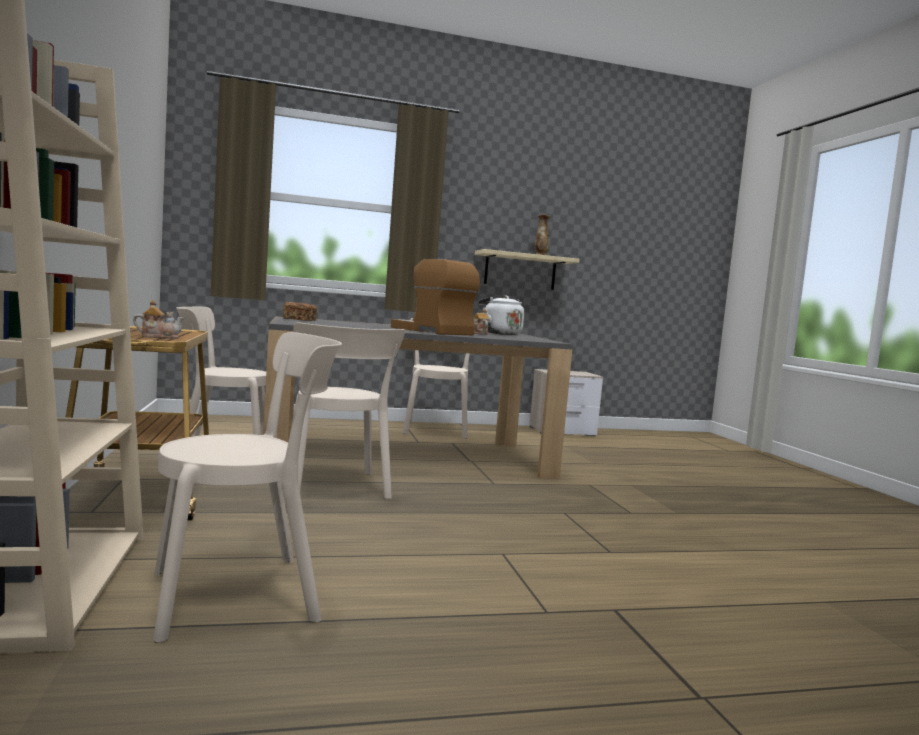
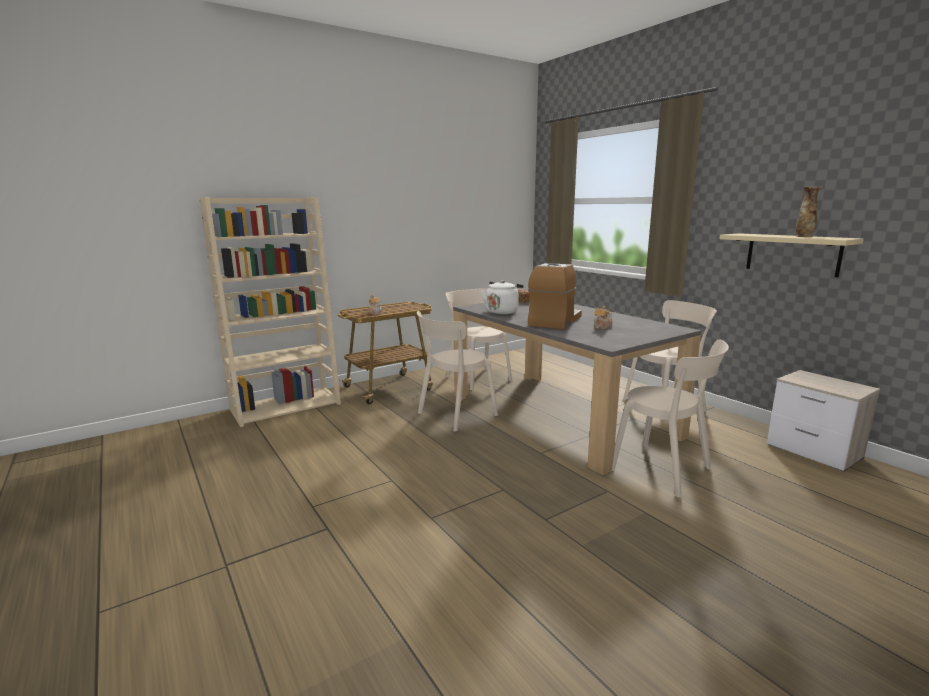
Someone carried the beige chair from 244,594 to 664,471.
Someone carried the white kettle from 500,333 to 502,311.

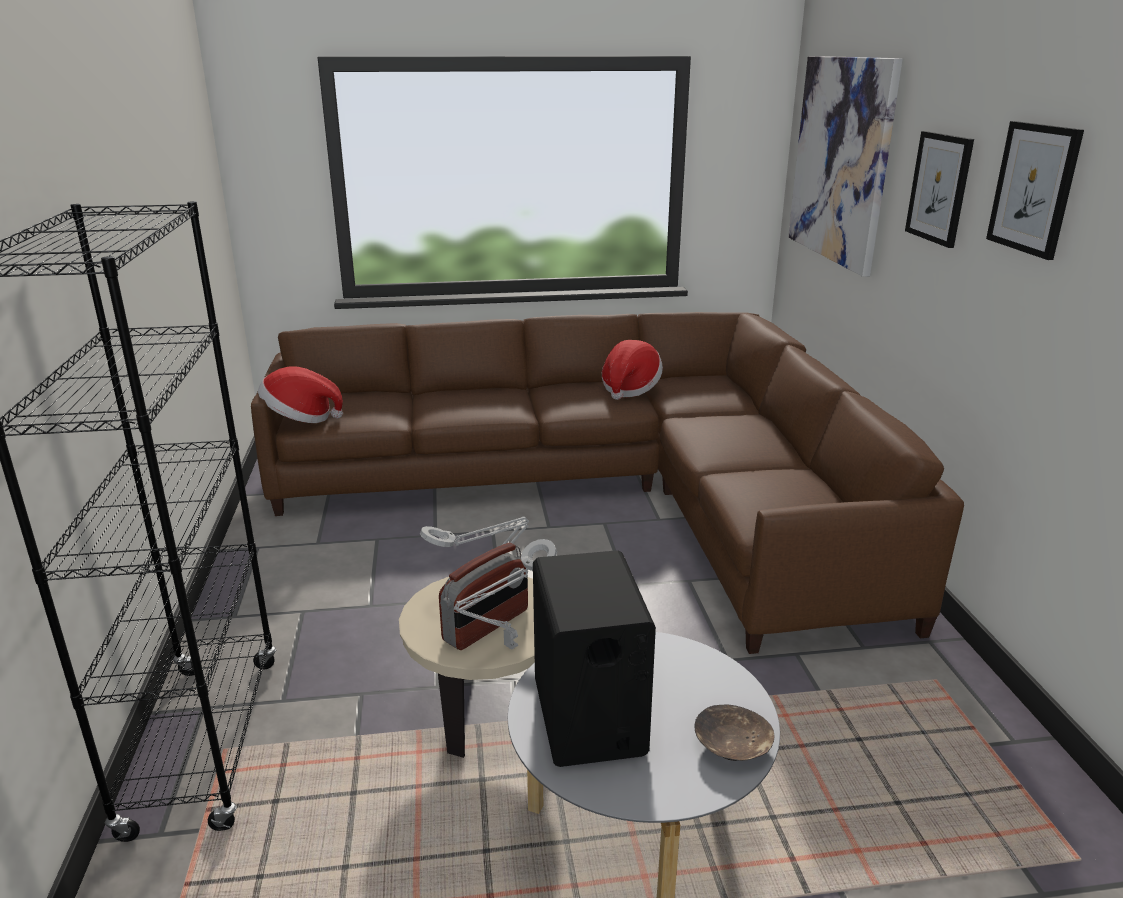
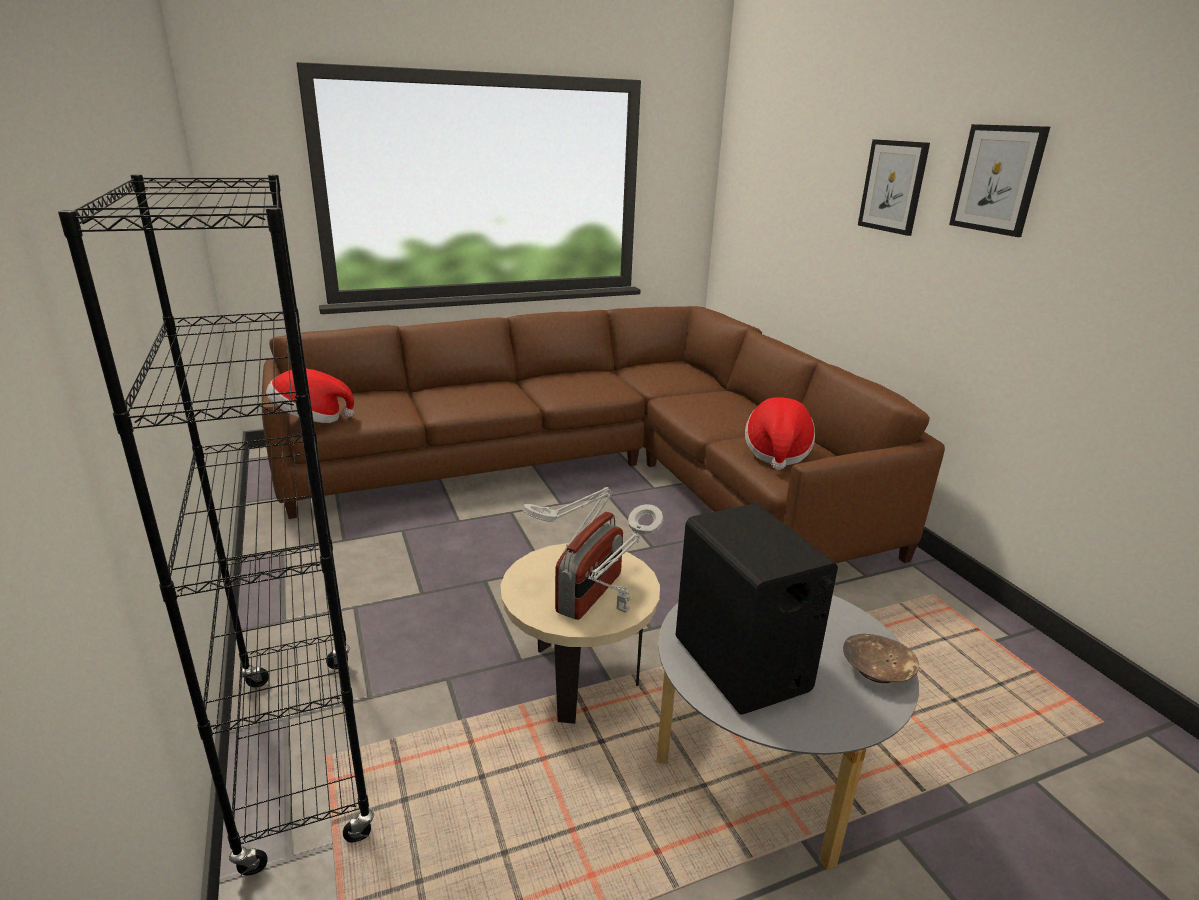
Someone took away the picture at 841,160.
Someone carried the hat from 629,388 to 776,453.

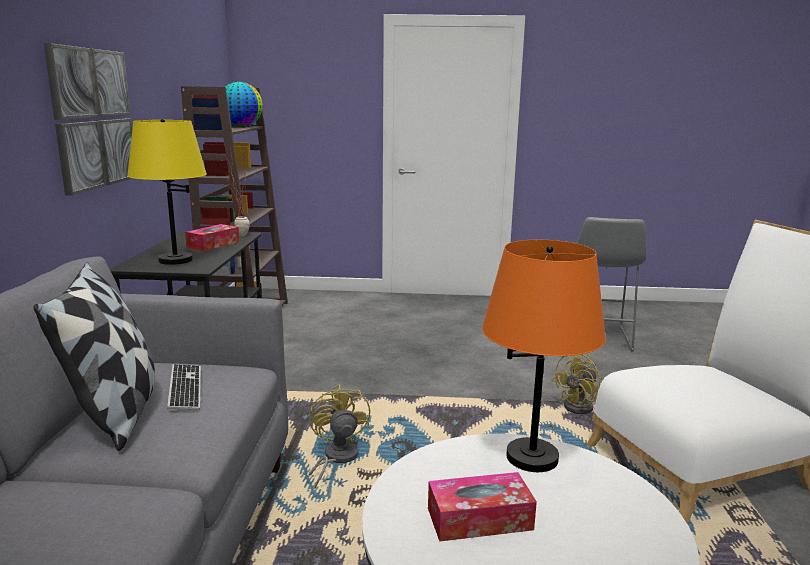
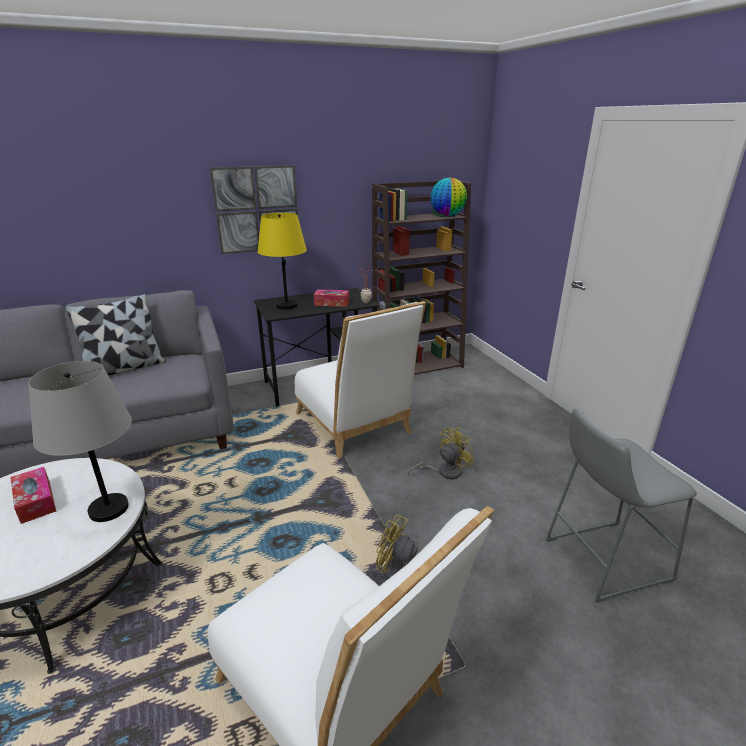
Someone took away the keyboard at 185,388.
Someone put down the white chair at 355,426.
Someone carried the yellow fan from 336,459 to 444,472.
Someone repainted the orange table lamp at 532,457, which became the grey table lamp at 109,509.

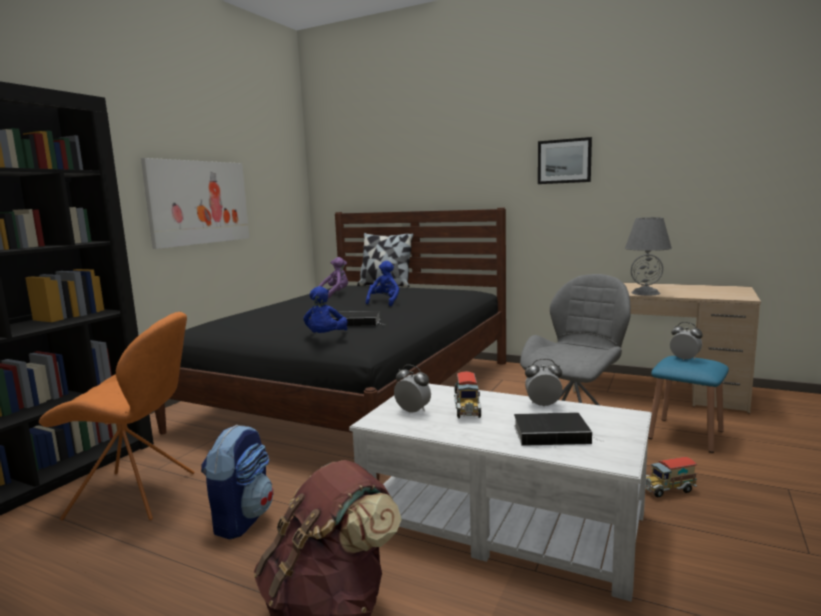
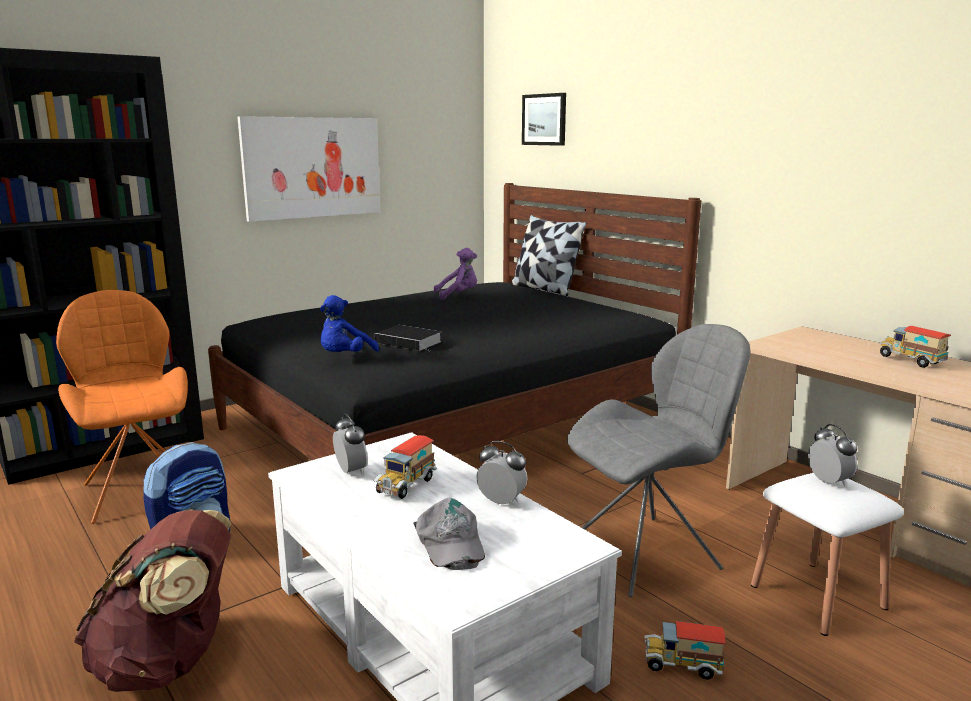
Someone took away the blue plush toy at 384,302.
Someone took away the grey table lamp at 645,293.
Someone put down the toy truck at 911,361.
Someone carried the picture from 564,161 to 544,119.
Someone swapped the book at 553,434 for the grey cap at 449,543.
Someone repainted the blue stool at 685,434, which became the white stool at 818,596.
Someone rotated the orange chair at 137,495 by 150 degrees counterclockwise.

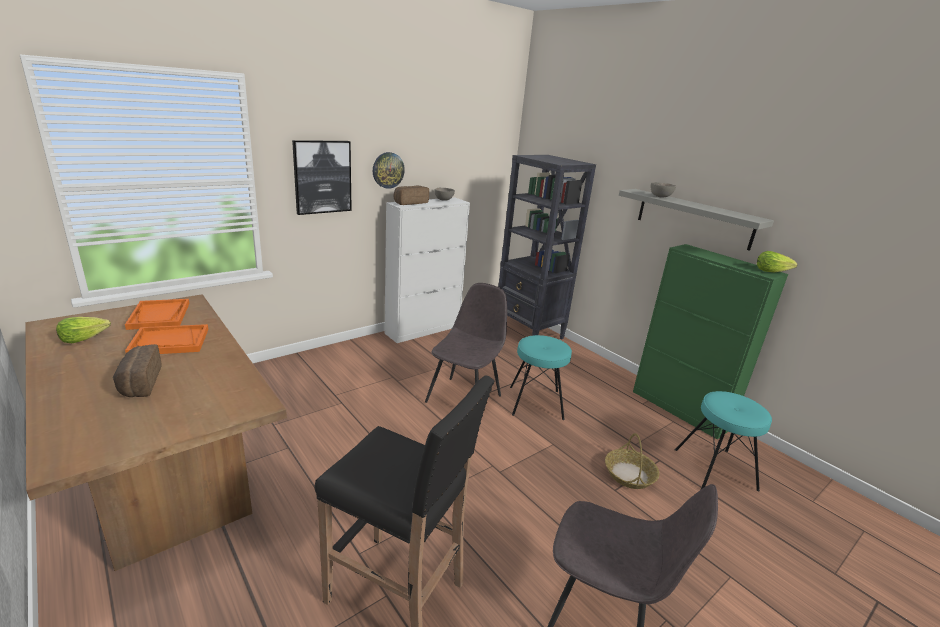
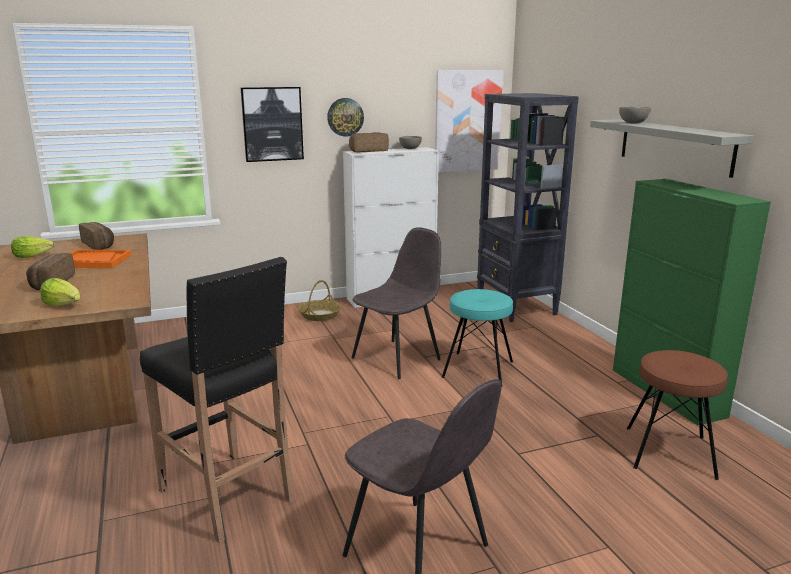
Someone put up the picture at 467,121.
Someone carried the basket from 629,474 to 320,315.
Someone carried the lettuce from 771,271 to 64,305.
Someone swapped the orange tray at 159,316 for the bread at 100,245.
Someone repainted the turquoise stool at 715,469, which became the brown stool at 669,452.

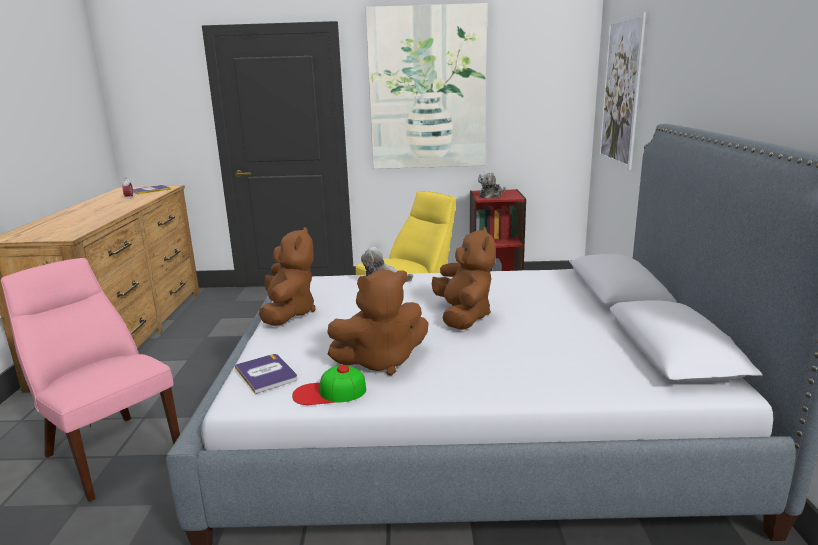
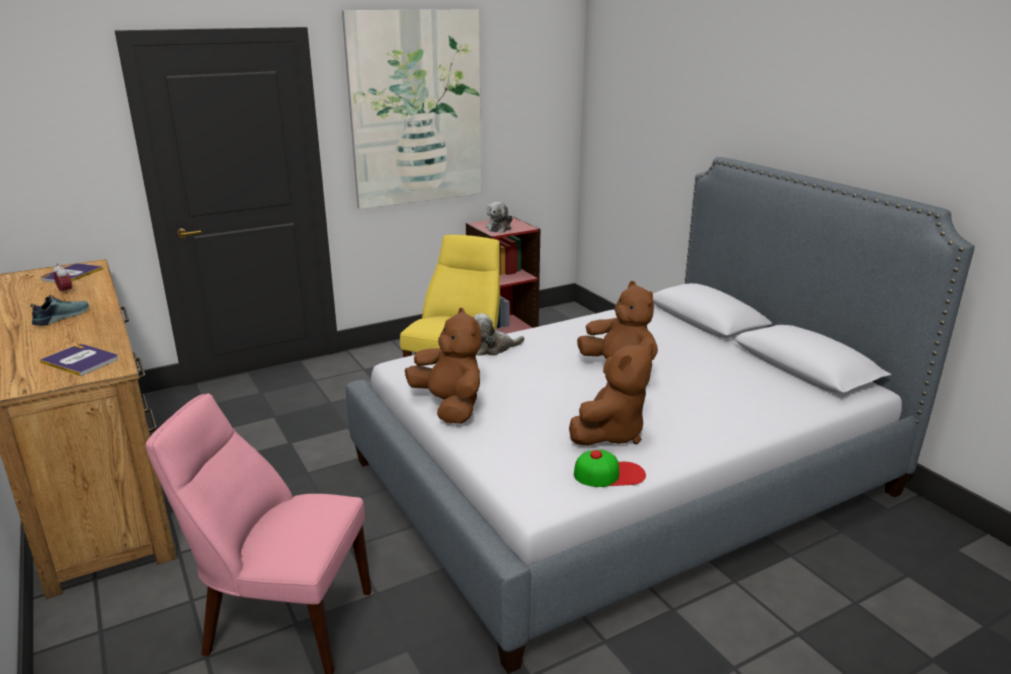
Someone took away the picture at 620,92.
Someone put down the shoe at 60,317.
Someone carried the book from 266,374 to 81,361.
Someone rotated the cap at 329,392 by 150 degrees counterclockwise.

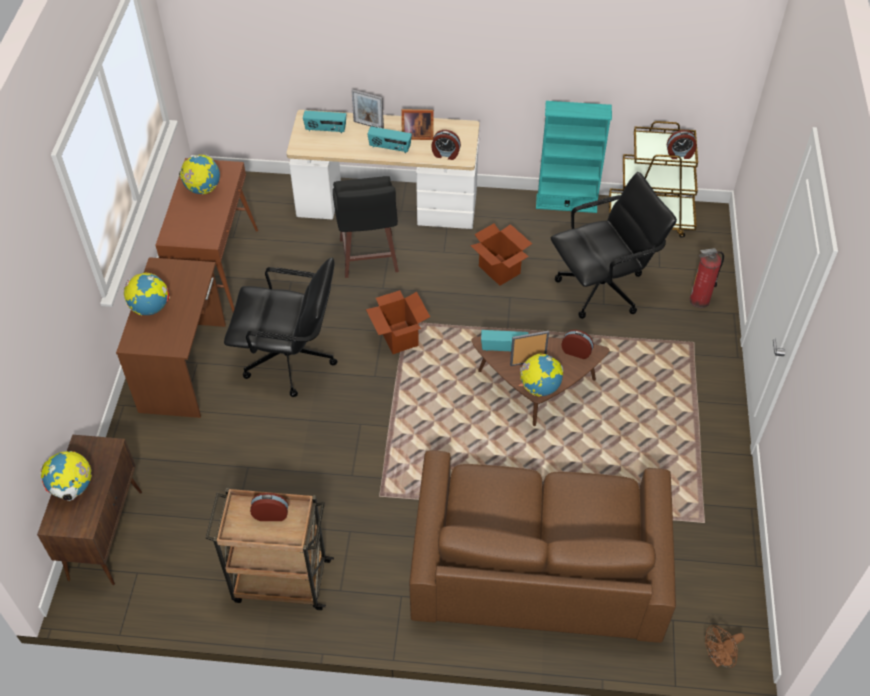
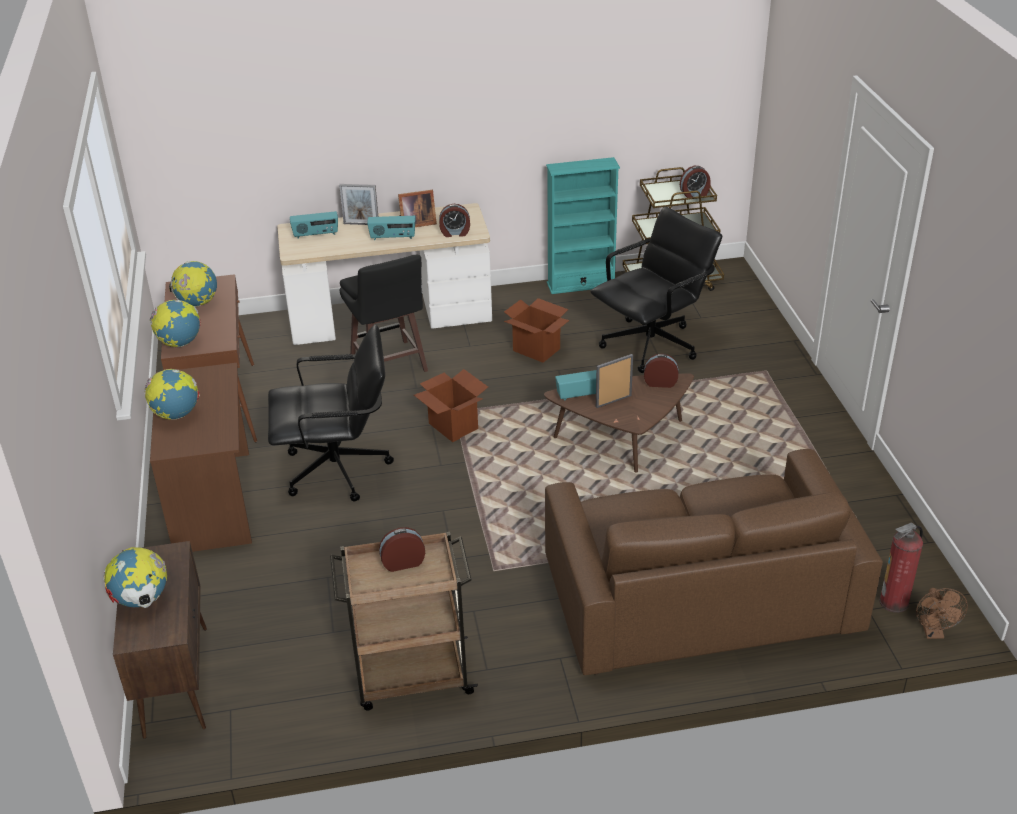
Someone carried the globe from 540,387 to 180,343.
Someone carried the fire extinguisher from 699,300 to 894,602.
Someone rotated the brown fan at 718,658 by 45 degrees counterclockwise.

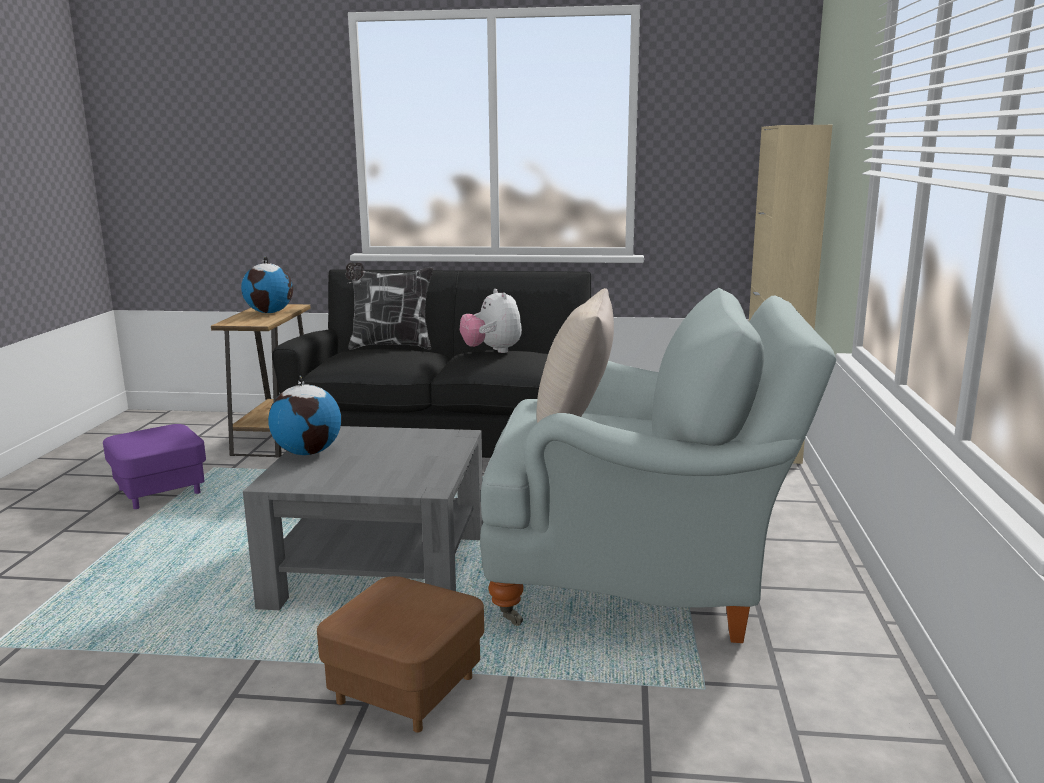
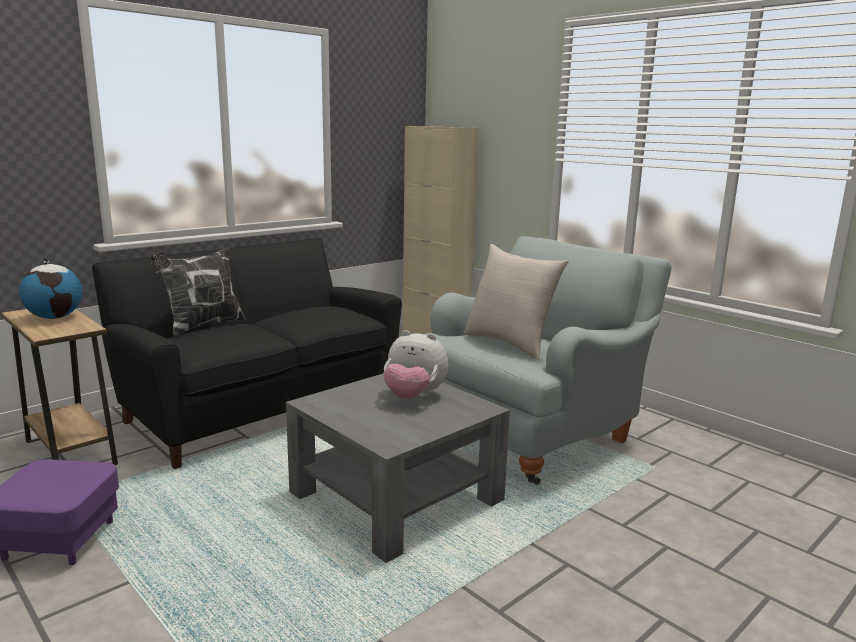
Someone took away the globe at 308,452.
Someone took away the brown ottoman at 406,690.
Someone carried the plush toy from 492,351 to 413,397.

